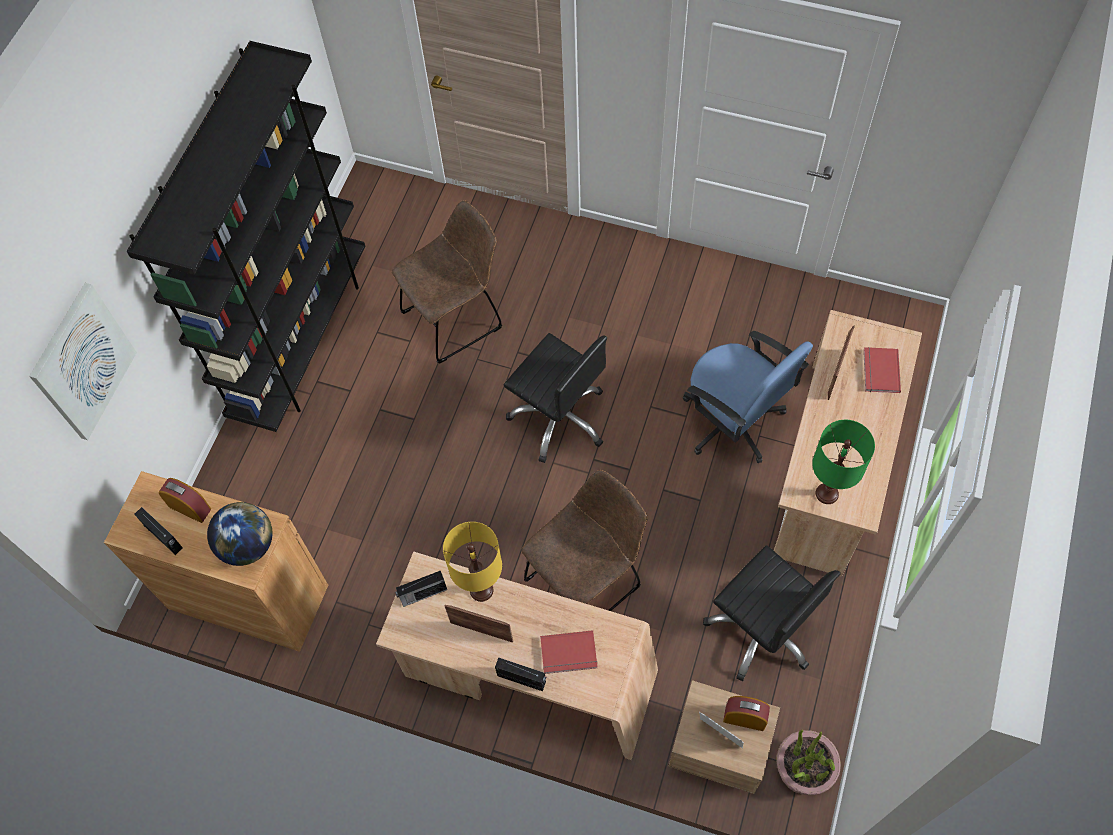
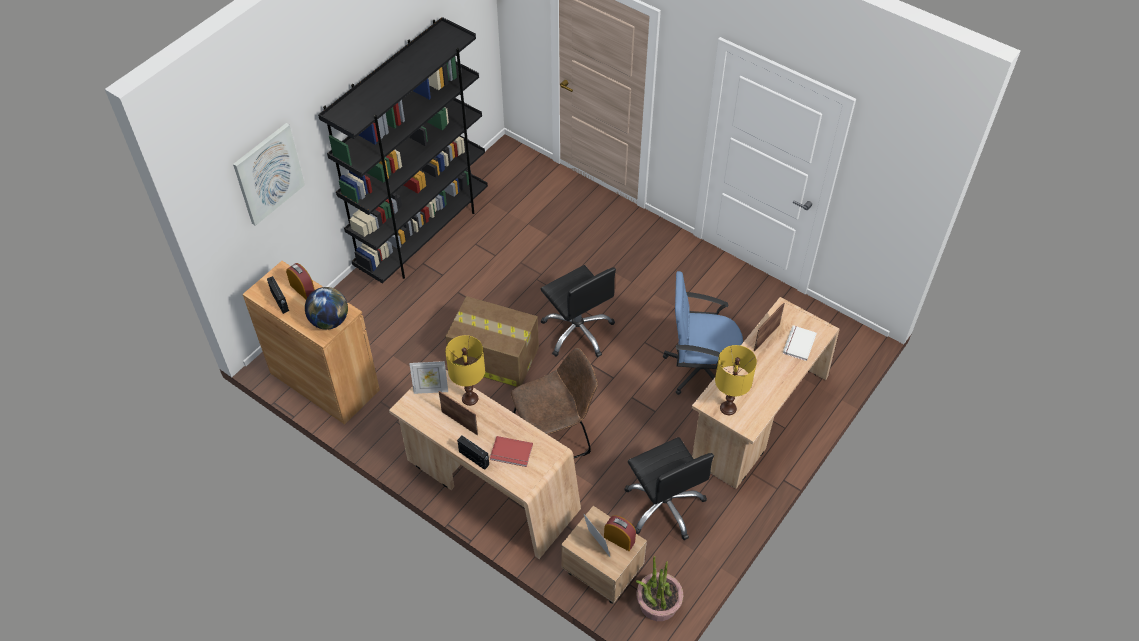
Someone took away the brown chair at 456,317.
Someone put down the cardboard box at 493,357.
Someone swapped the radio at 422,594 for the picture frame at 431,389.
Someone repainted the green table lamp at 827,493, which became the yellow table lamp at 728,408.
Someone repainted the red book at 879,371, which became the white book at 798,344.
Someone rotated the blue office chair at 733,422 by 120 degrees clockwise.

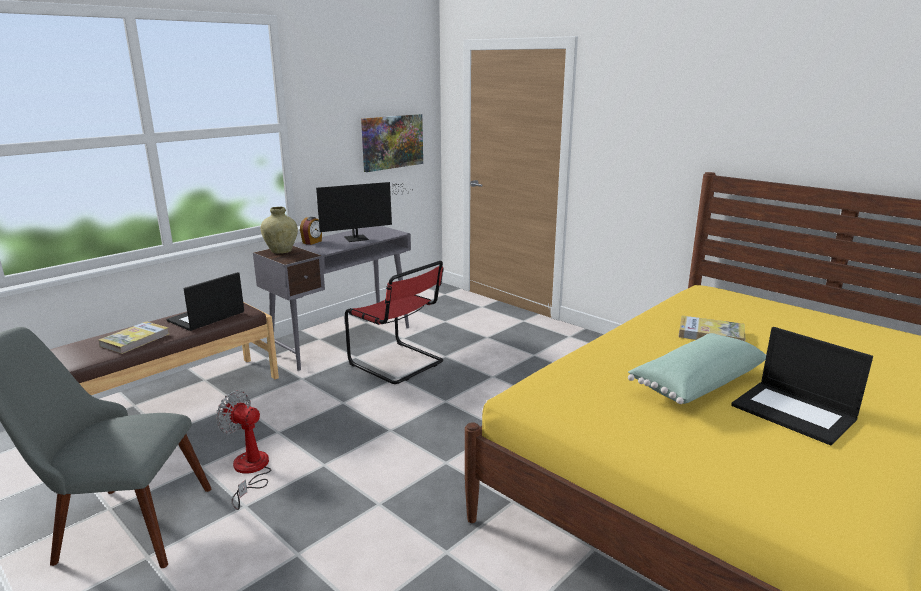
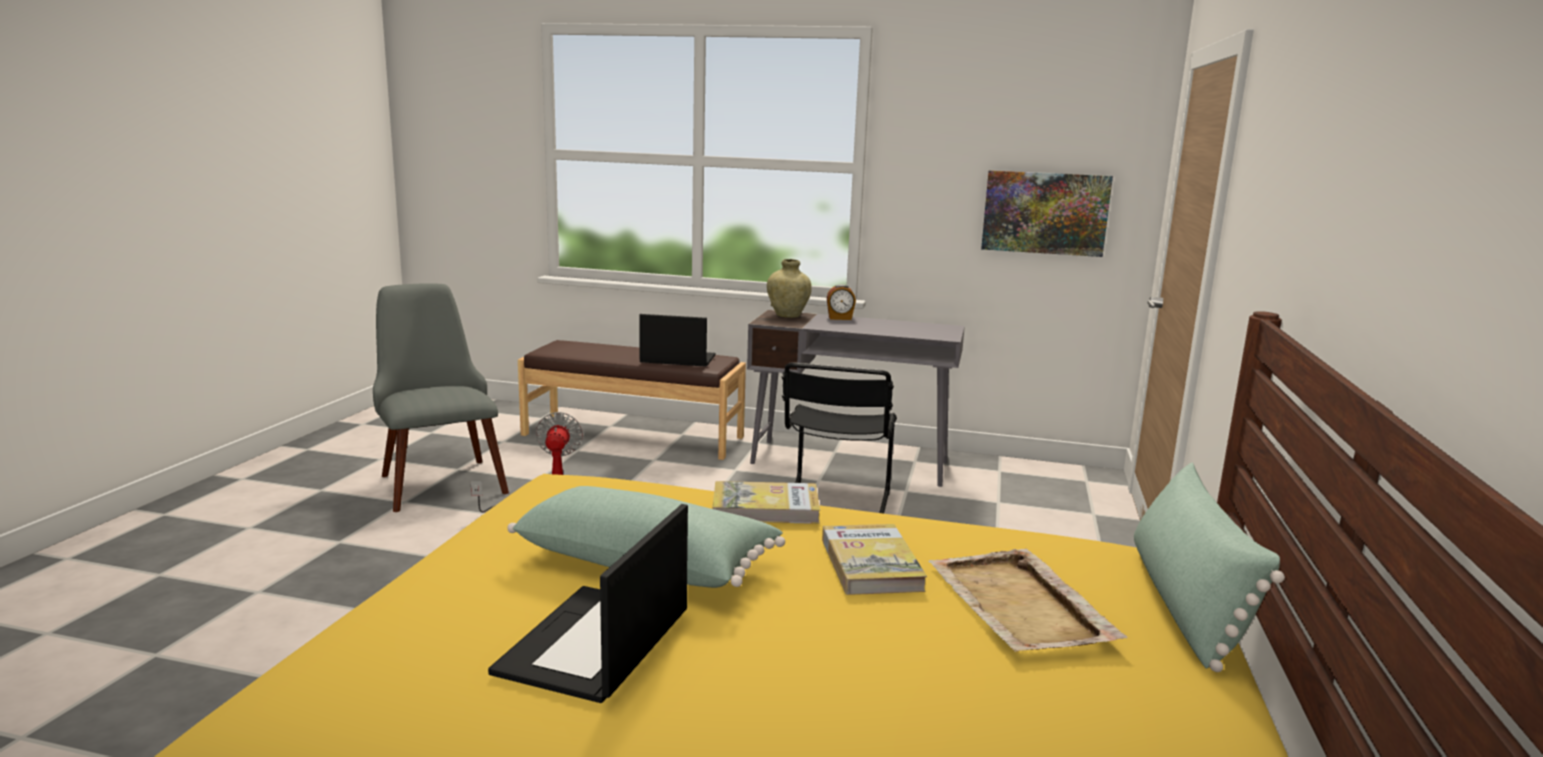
Someone took away the monitor at 360,238.
Someone put down the beige tray at 1020,606.
Someone put down the green pillow at 1186,603.
Someone carried the book from 135,340 to 765,508.
Someone repainted the red chair at 399,364, which became the black chair at 835,506.

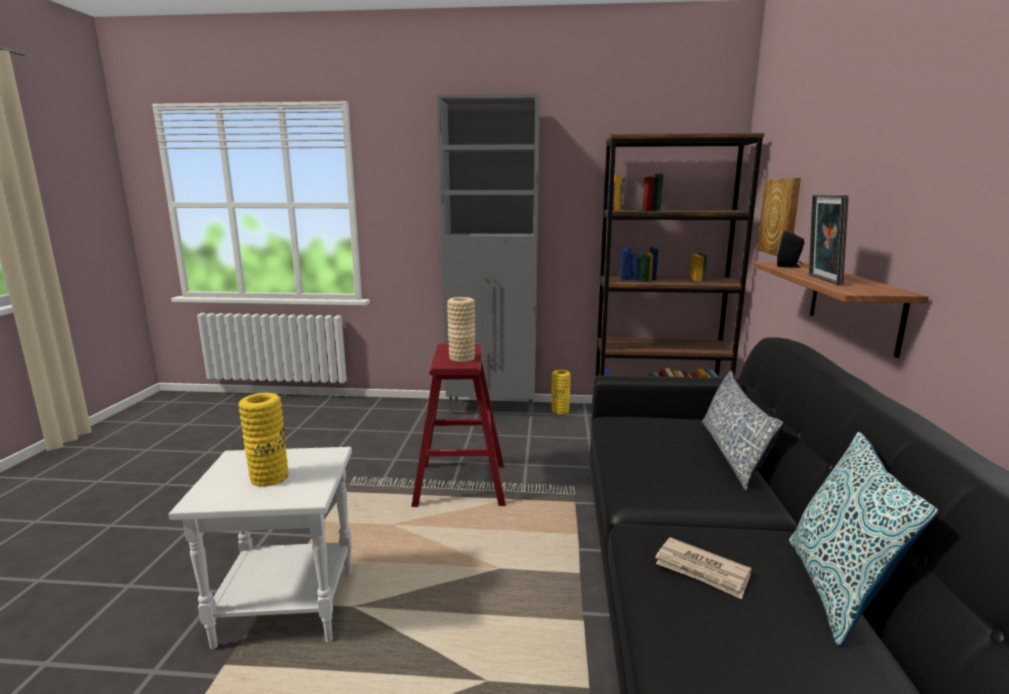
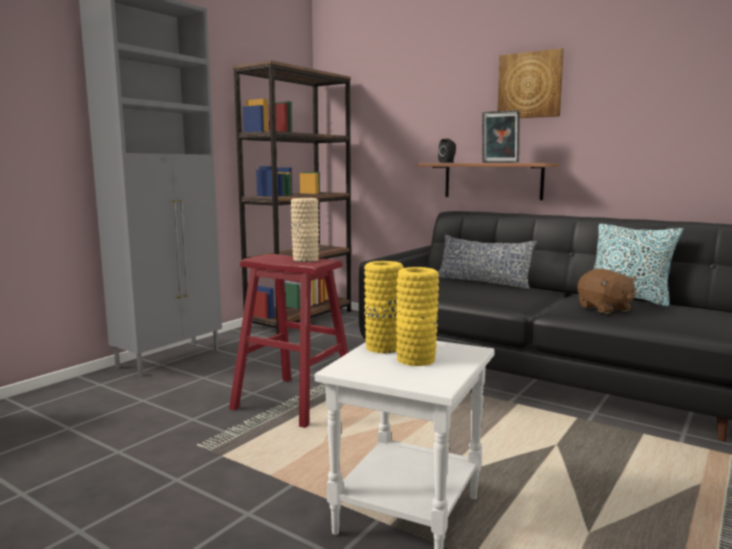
Someone carried the yellow vase from 560,411 to 383,347.
Someone carried the picture from 780,217 to 530,85.
Someone swapped the newspaper at 702,570 for the brown plush toy at 604,309.

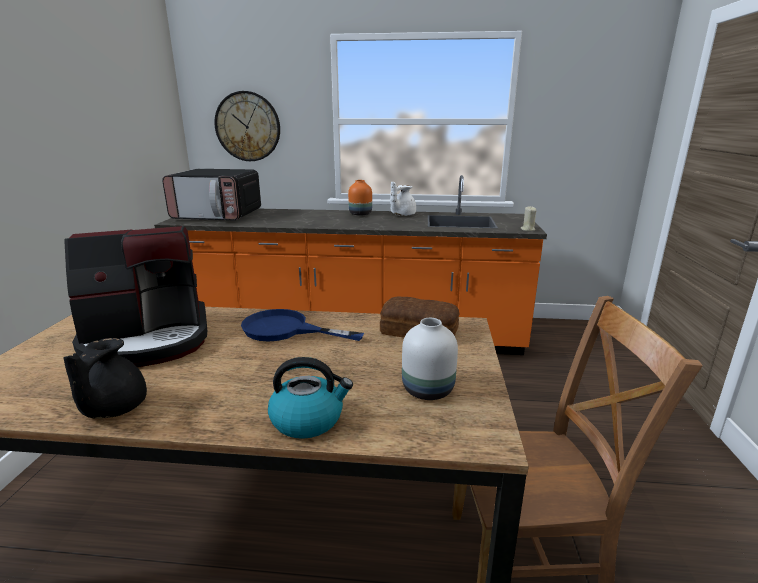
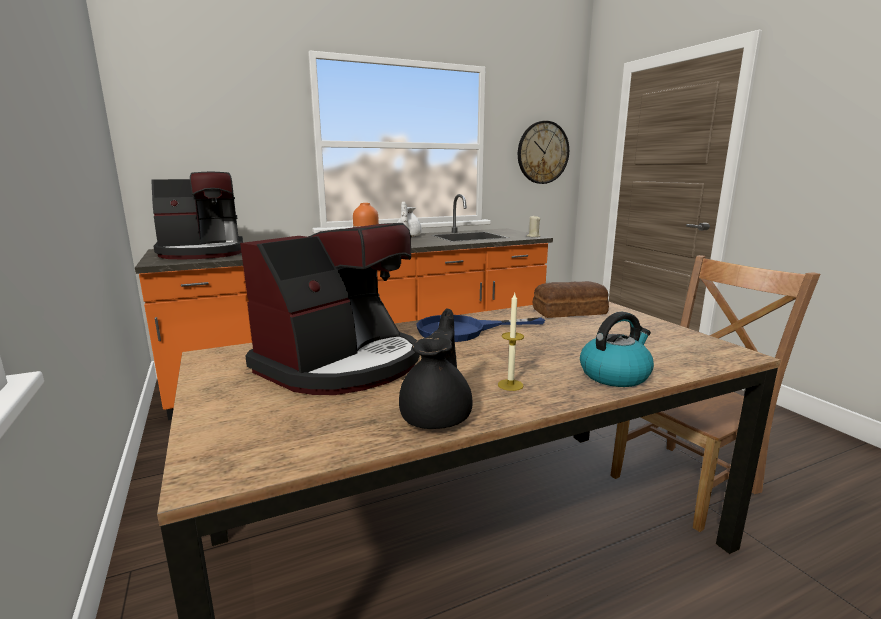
Someone took away the white vase at 429,390.
Someone put down the candle at 510,385.
Someone carried the wall clock from 248,126 to 542,152.
Someone swapped the microwave at 218,215 for the coffee machine at 203,253.
Someone rotated the black teapot at 112,409 by 135 degrees counterclockwise.

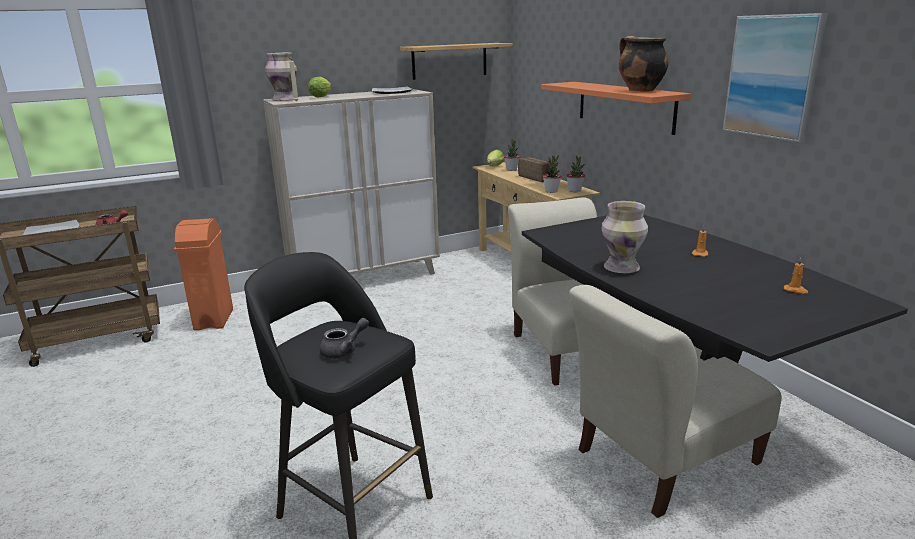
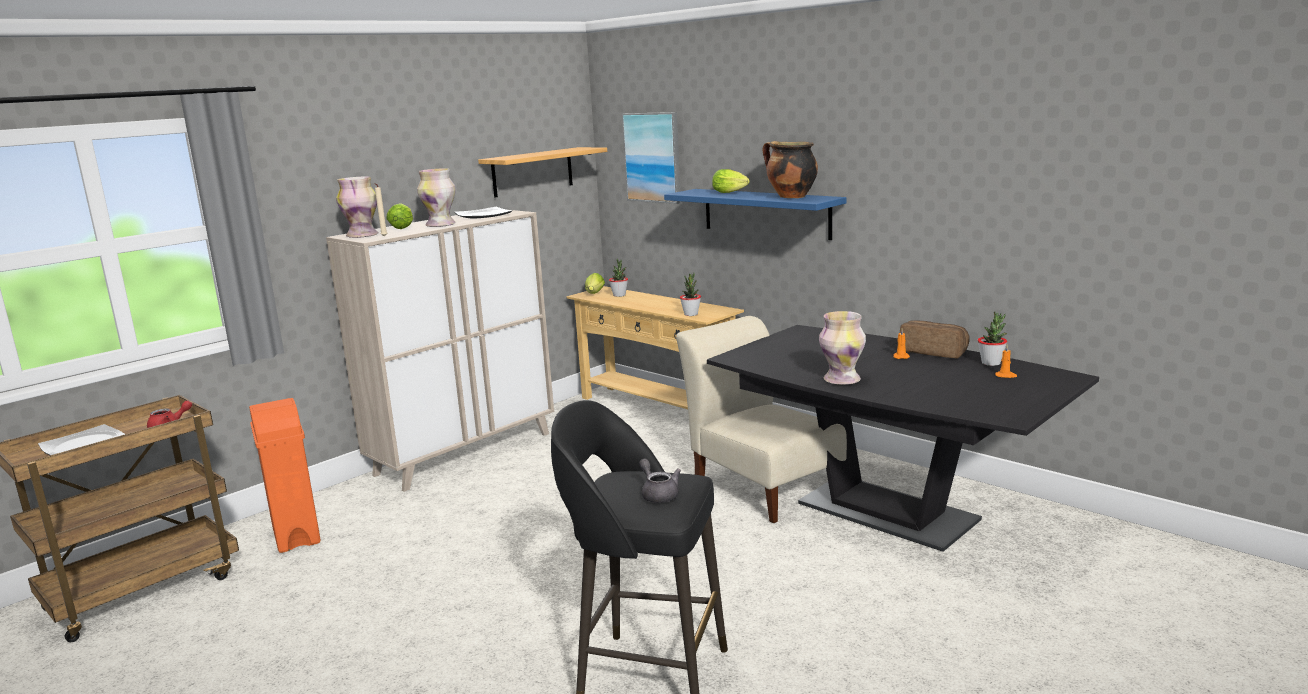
Someone took away the beige chair at 662,460.
Someone put down the vase at 440,225.
Someone put down the lettuce at 731,192.
Someone carried the bread from 537,178 to 934,352.
Someone carried the potted plant from 575,191 to 991,363.
Someone carried the picture from 772,77 to 653,157.
Someone repainted the orange shelf at 624,106, which became the blue shelf at 766,213.
Someone rotated the grey teapot at 344,350 by 60 degrees counterclockwise.

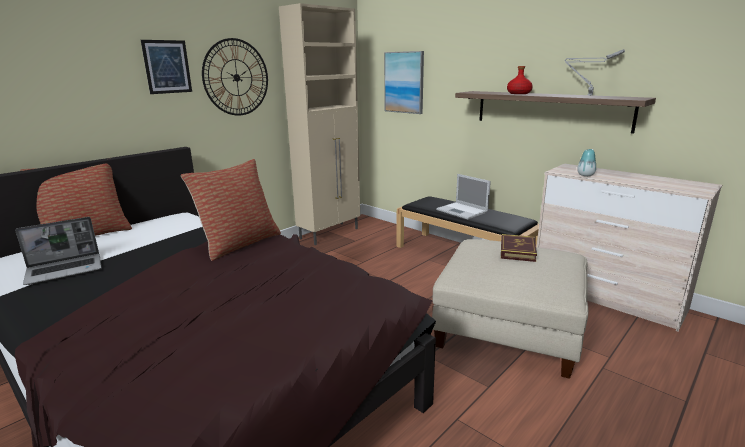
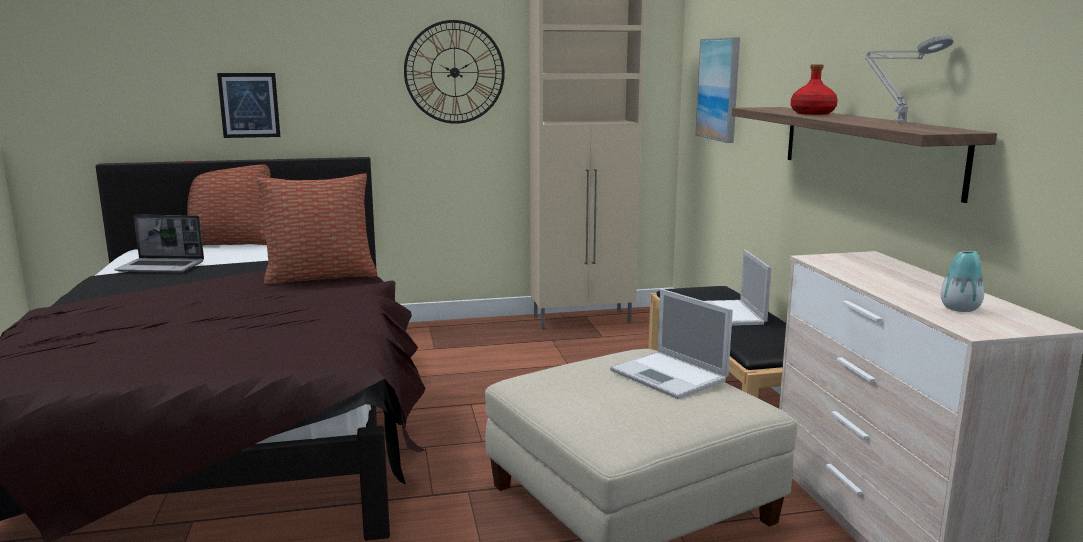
Someone carried the picture from 167,67 to 249,105.
Someone carried the vase from 585,175 to 960,309.
Someone swapped the book at 517,250 for the laptop at 670,376.

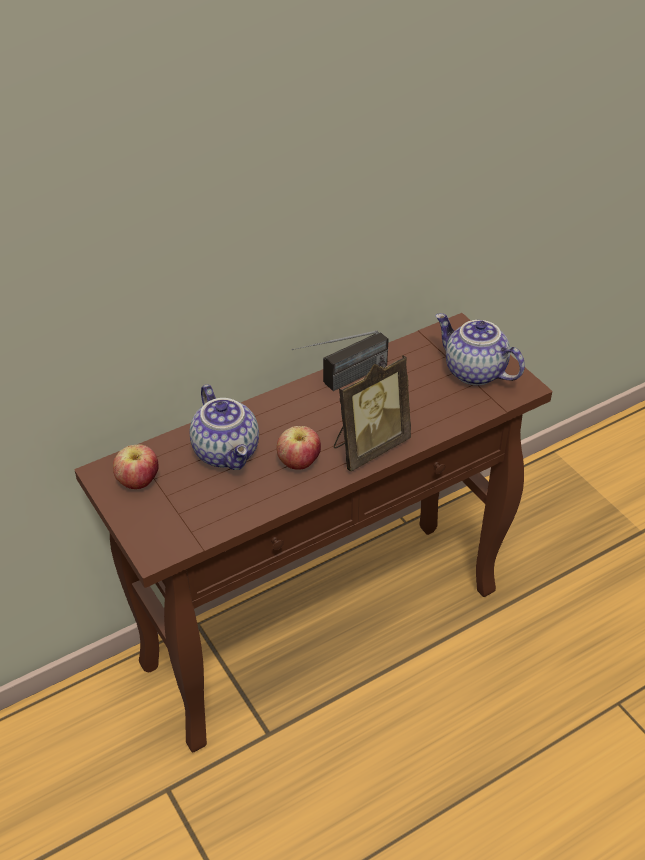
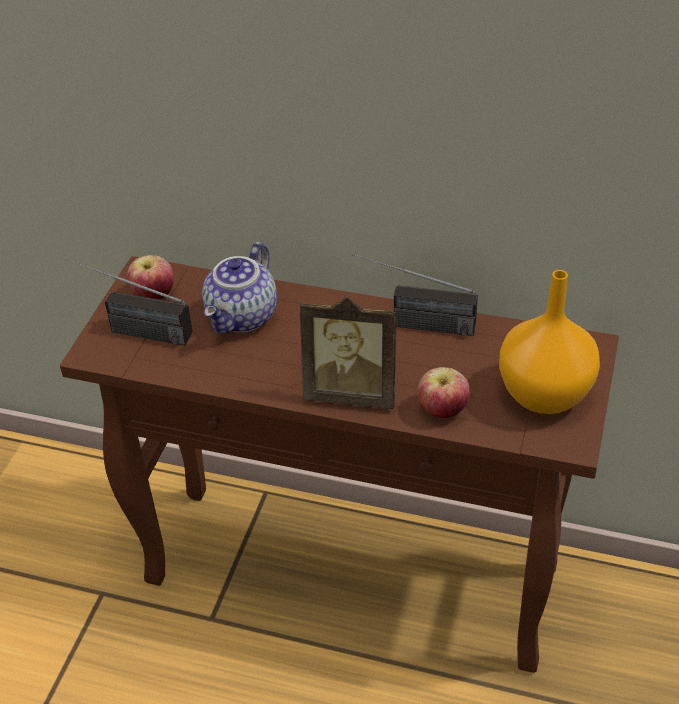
Someone put down the radio at 131,330.
Someone carried the apple from 299,463 to 443,410.
Someone swapped the teapot at 473,372 for the orange vase at 543,396.

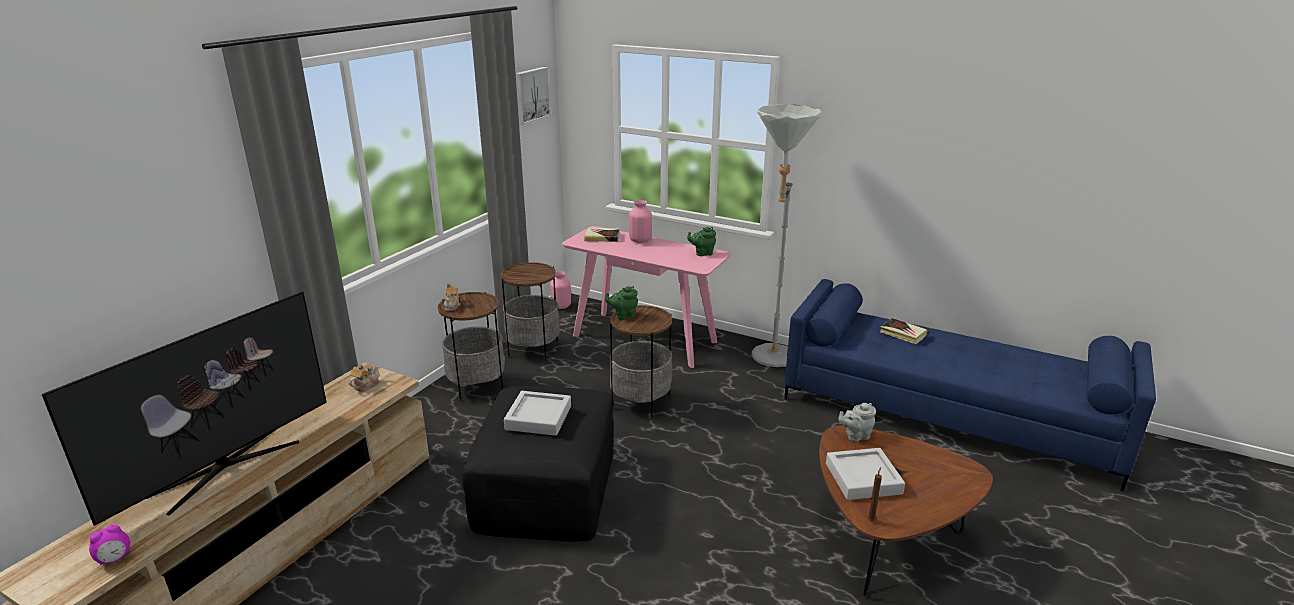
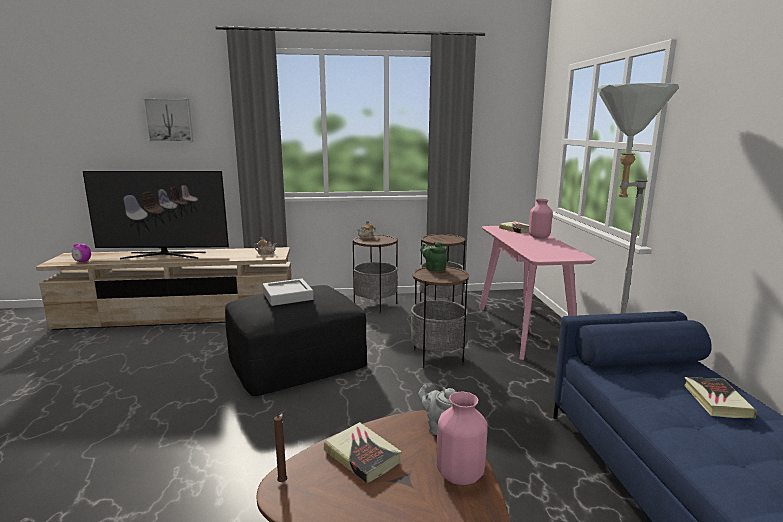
Someone took away the green teapot at 702,253.
Someone carried the picture from 531,94 to 169,120.
Someone carried the pink vase from 561,306 to 461,474.
Someone swapped the grey tray at 863,478 for the book at 362,456.

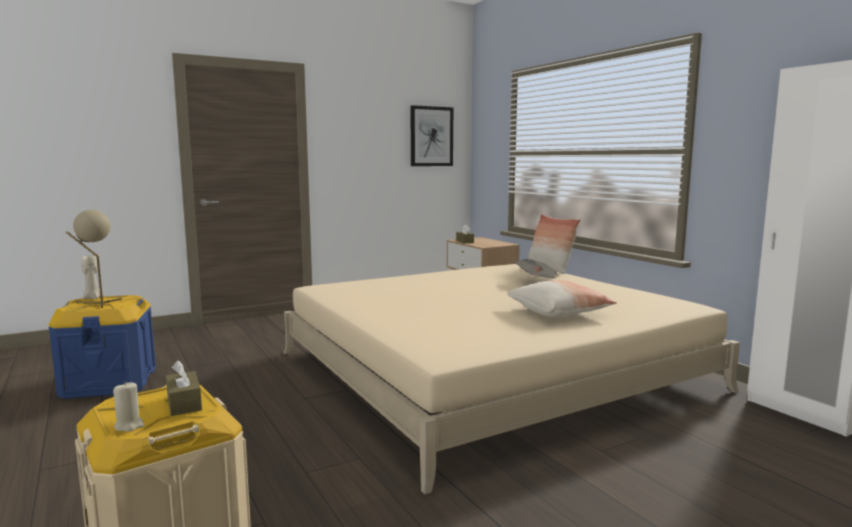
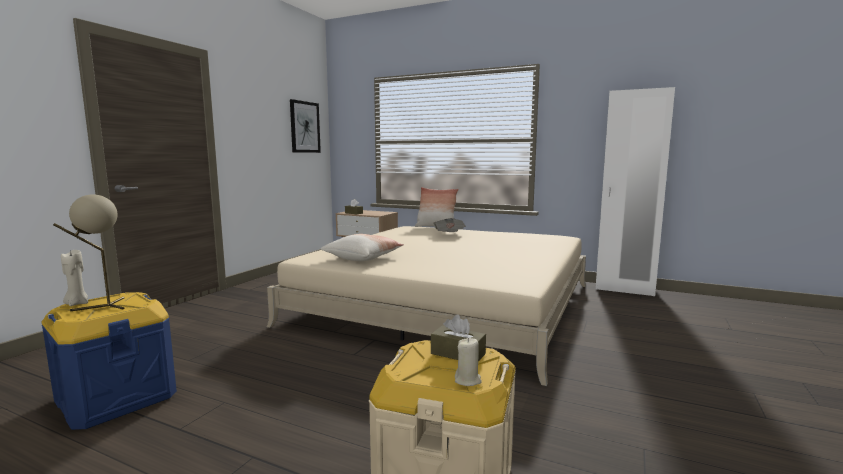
Someone carried the pillow from 559,312 to 363,258.

